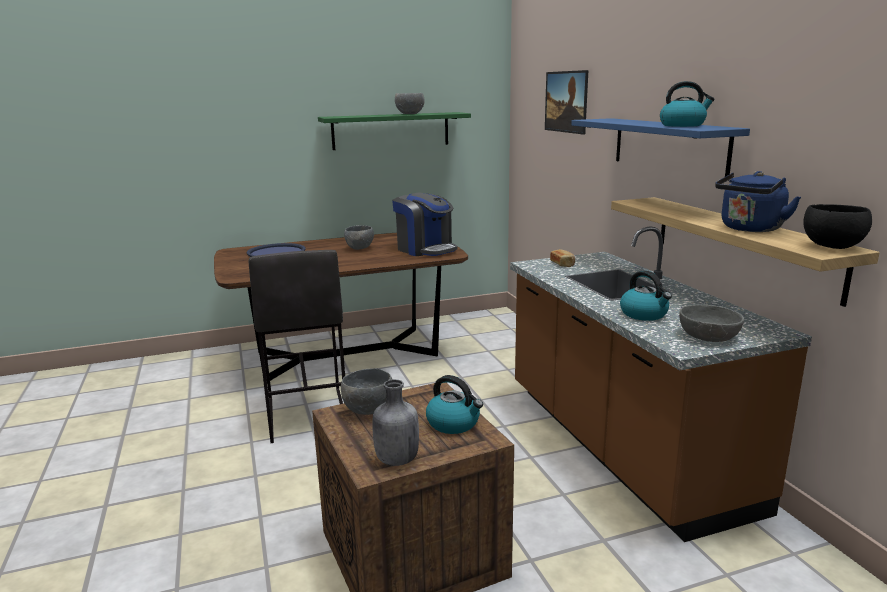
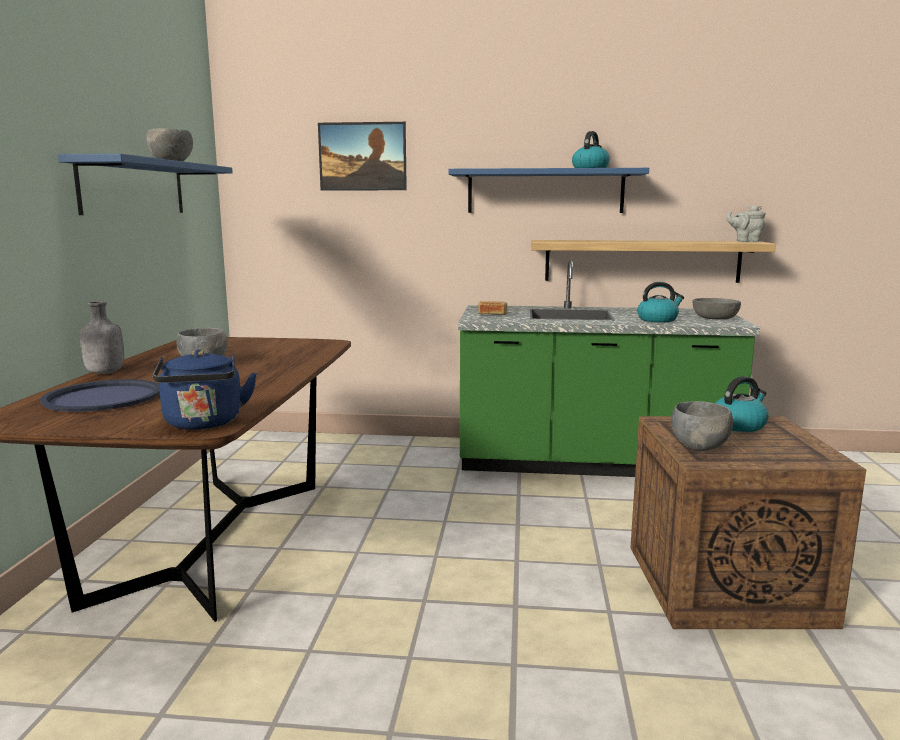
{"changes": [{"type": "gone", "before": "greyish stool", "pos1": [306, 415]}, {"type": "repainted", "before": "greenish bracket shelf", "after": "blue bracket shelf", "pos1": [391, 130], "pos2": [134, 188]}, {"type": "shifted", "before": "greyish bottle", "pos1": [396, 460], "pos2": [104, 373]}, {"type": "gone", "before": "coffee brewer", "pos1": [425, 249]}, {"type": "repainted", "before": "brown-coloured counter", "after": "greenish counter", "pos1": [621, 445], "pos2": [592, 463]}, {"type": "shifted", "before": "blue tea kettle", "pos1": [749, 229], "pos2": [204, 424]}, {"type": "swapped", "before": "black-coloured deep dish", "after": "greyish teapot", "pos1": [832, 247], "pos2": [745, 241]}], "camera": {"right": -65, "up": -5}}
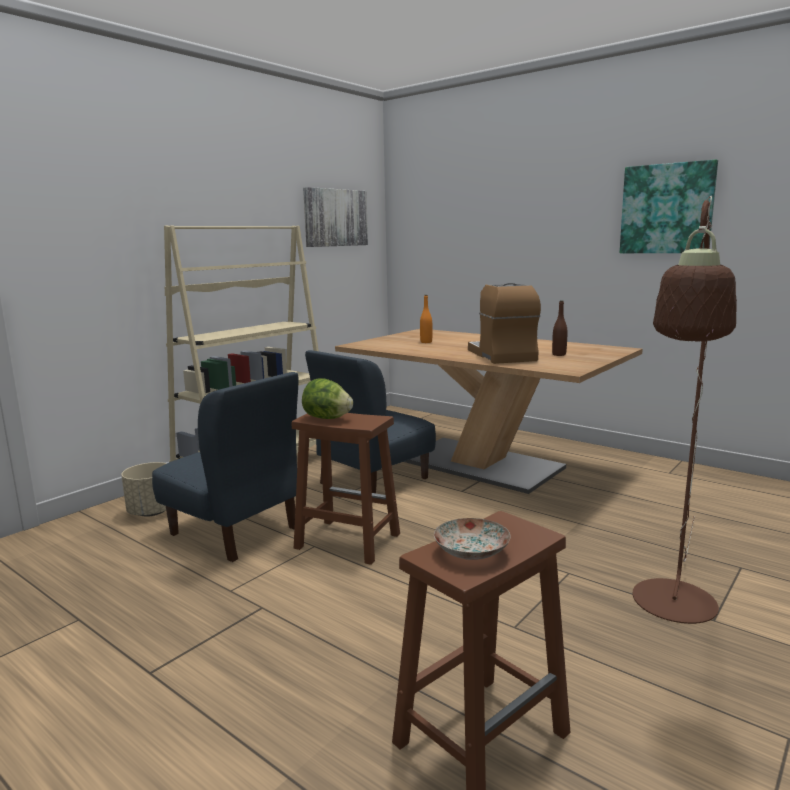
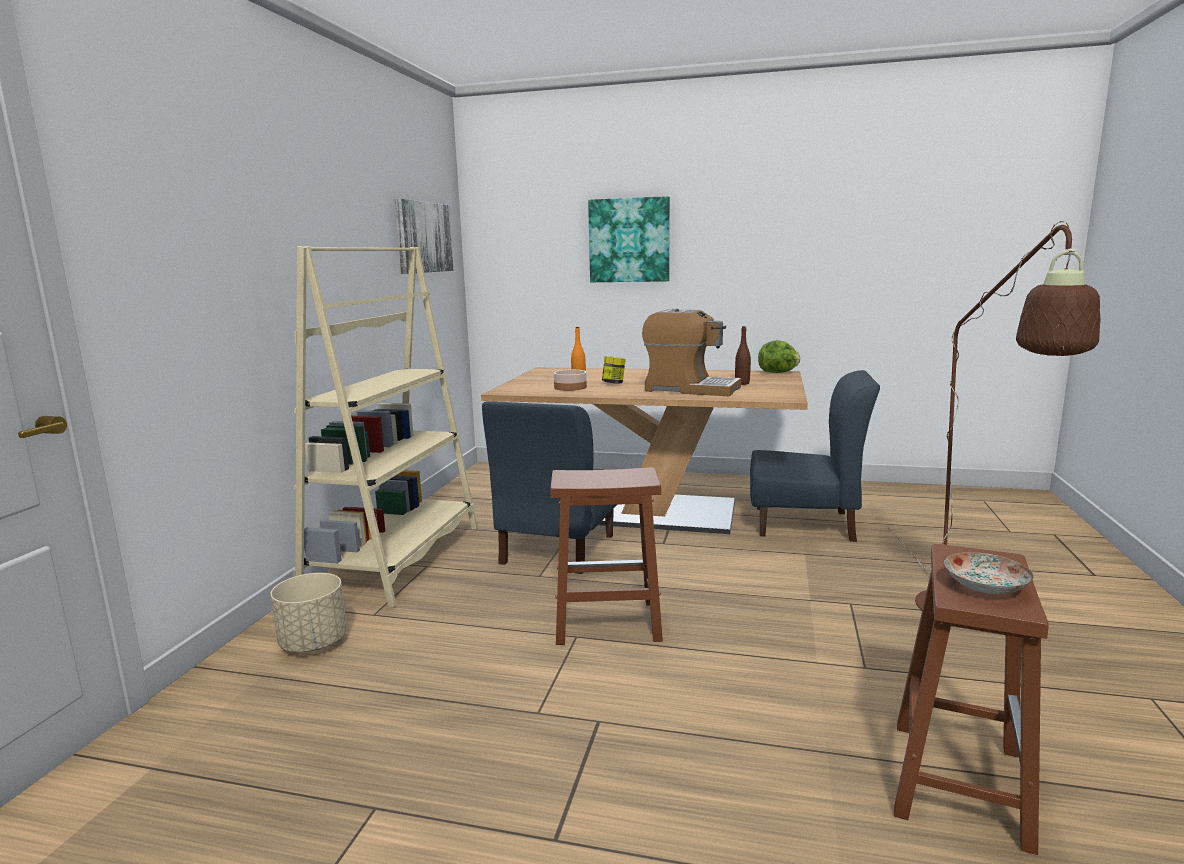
{"changes": [{"type": "shifted", "before": "blue plain chair", "pos1": [235, 531], "pos2": [804, 524]}, {"type": "shifted", "before": "lettuce", "pos1": [327, 418], "pos2": [778, 372]}, {"type": "rotated", "before": "coffee brewer", "pos1": [501, 355], "pos2": [690, 389], "turn": 150}, {"type": "shifted", "before": "wall picture", "pos1": [667, 209], "pos2": [629, 240]}, {"type": "new", "after": "deep dish", "pos2": [570, 387]}, {"type": "new", "after": "preserve jar", "pos2": [613, 383]}], "camera": {"right": -25, "up": 0}}
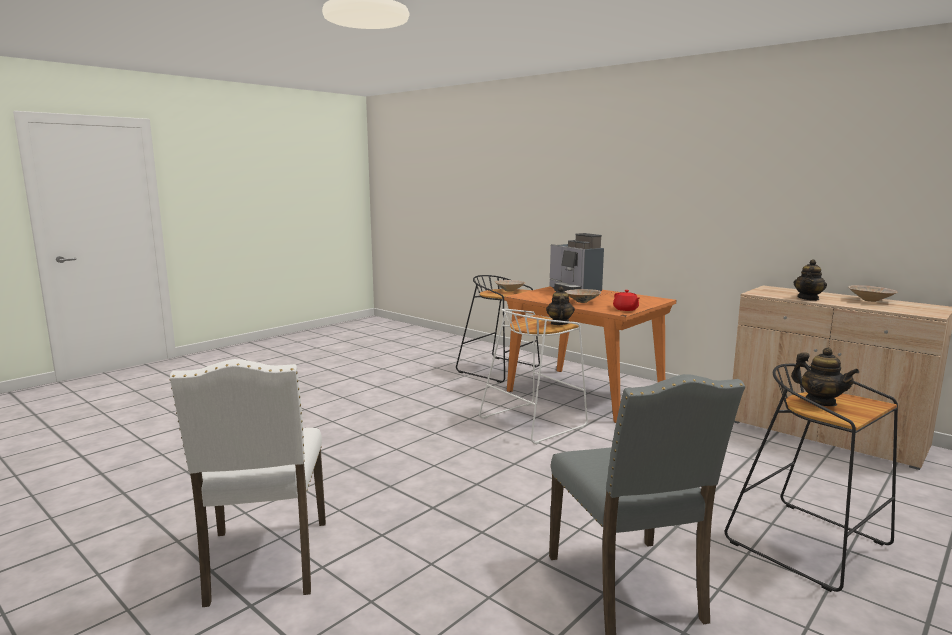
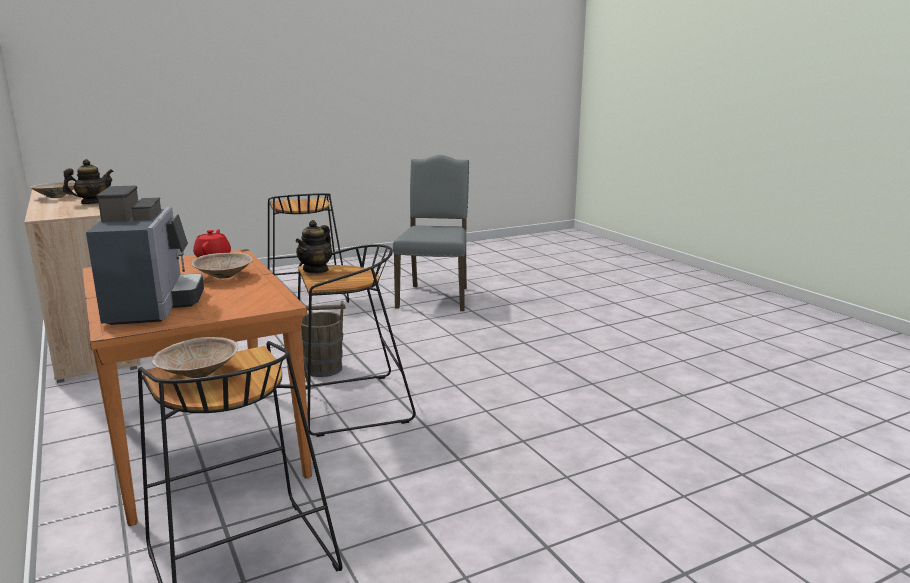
{"changes": [{"type": "gone", "before": "whitish plain chair", "pos1": [265, 563]}, {"type": "repainted", "before": "whitish stool", "after": "black-coloured stool", "pos1": [533, 422], "pos2": [350, 405]}, {"type": "gone", "before": "teapot", "pos1": [820, 402]}, {"type": "new", "after": "brown-coloured water bucket", "pos2": [323, 369]}], "camera": {"right": -160, "up": 5}}
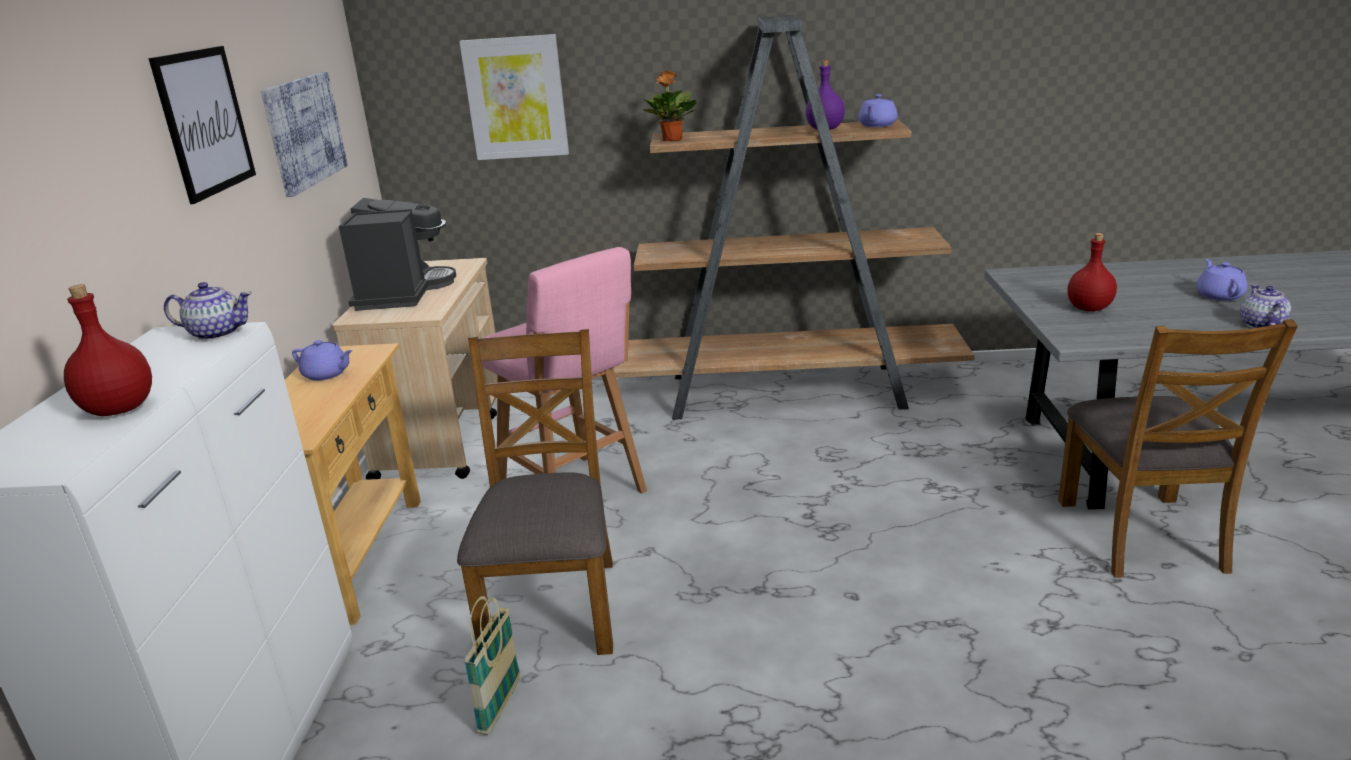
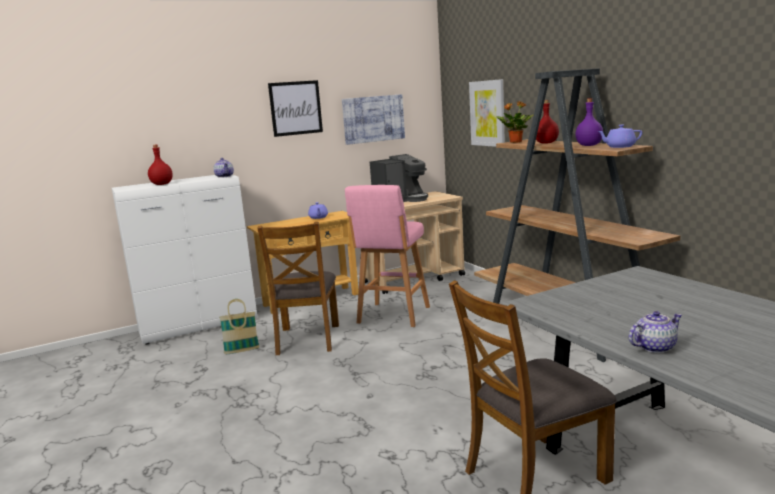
{"changes": [{"type": "rotated", "before": "brown-coloured plain chair", "pos1": [554, 607], "pos2": [307, 339], "turn": 120}, {"type": "shifted", "before": "red-coloured bottle", "pos1": [1090, 308], "pos2": [546, 143]}, {"type": "gone", "before": "purple teapot", "pos1": [1219, 295]}], "camera": {"right": 60, "up": -10}}
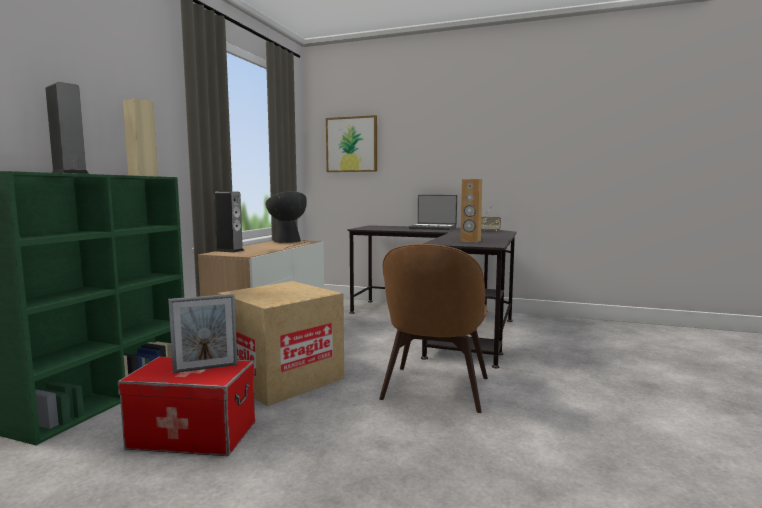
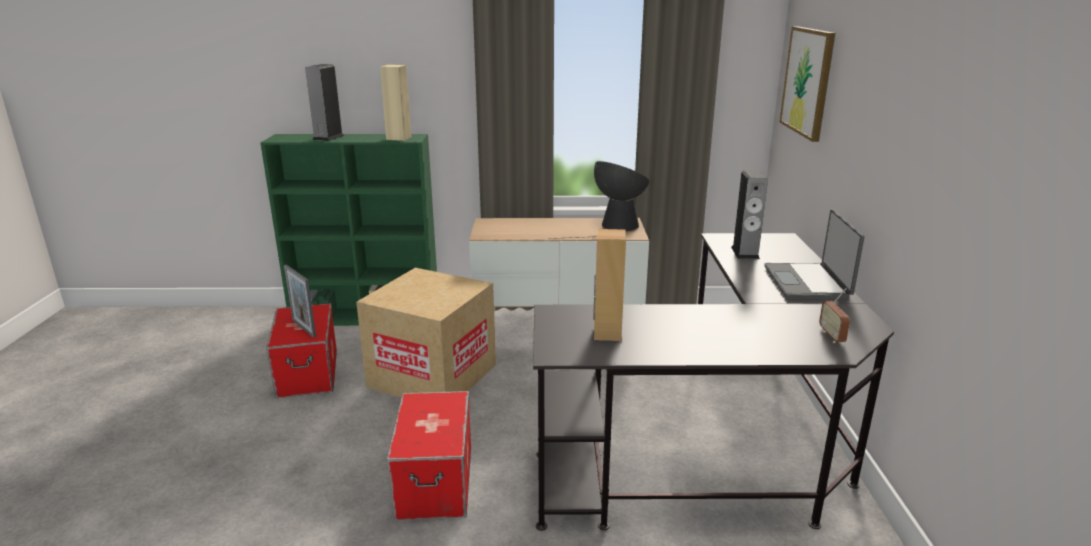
{"changes": [{"type": "shifted", "before": "speaker", "pos1": [230, 250], "pos2": [745, 253]}, {"type": "swapped", "before": "brown-coloured plain chair", "after": "storage bin", "pos1": [435, 390], "pos2": [434, 481]}], "camera": {"right": 70, "up": 15}}
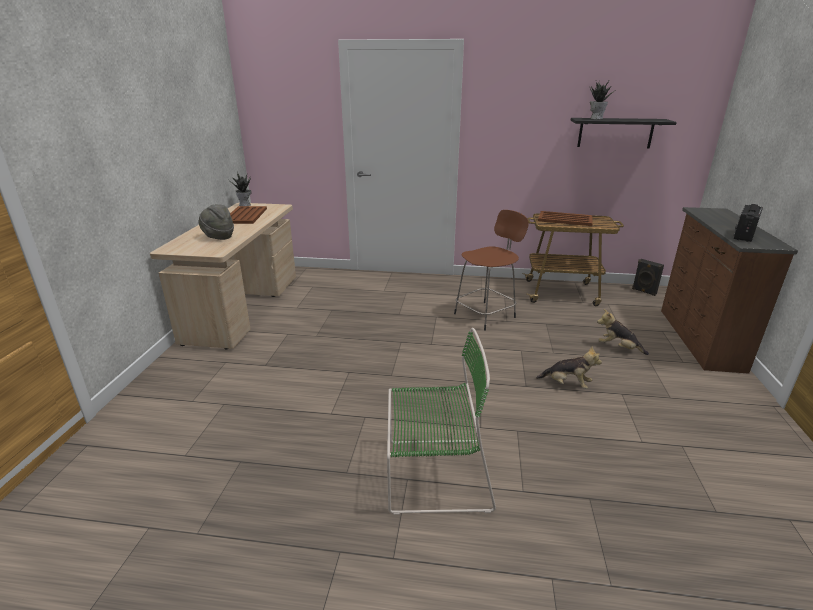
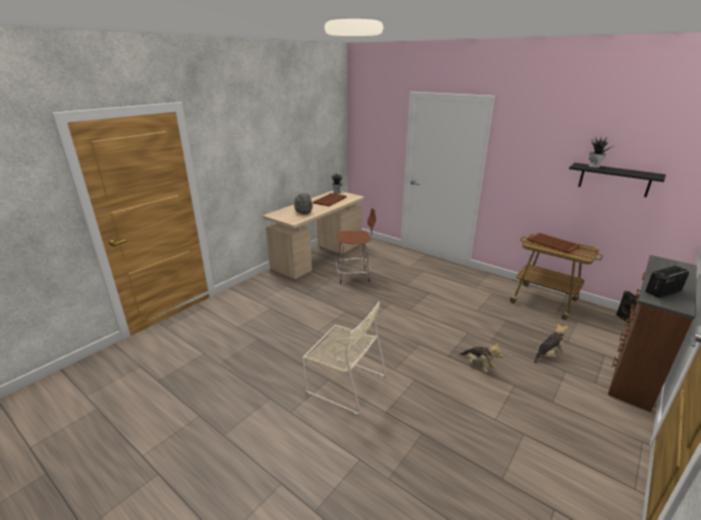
{"changes": [{"type": "repainted", "before": "greenish plain chair", "after": "beige-coloured plain chair", "pos1": [433, 474], "pos2": [344, 383]}, {"type": "shifted", "before": "brown-coloured stool", "pos1": [486, 315], "pos2": [354, 275]}, {"type": "rotated", "before": "cuddly toy", "pos1": [618, 348], "pos2": [548, 355], "turn": 90}], "camera": {"right": 30, "up": 0}}
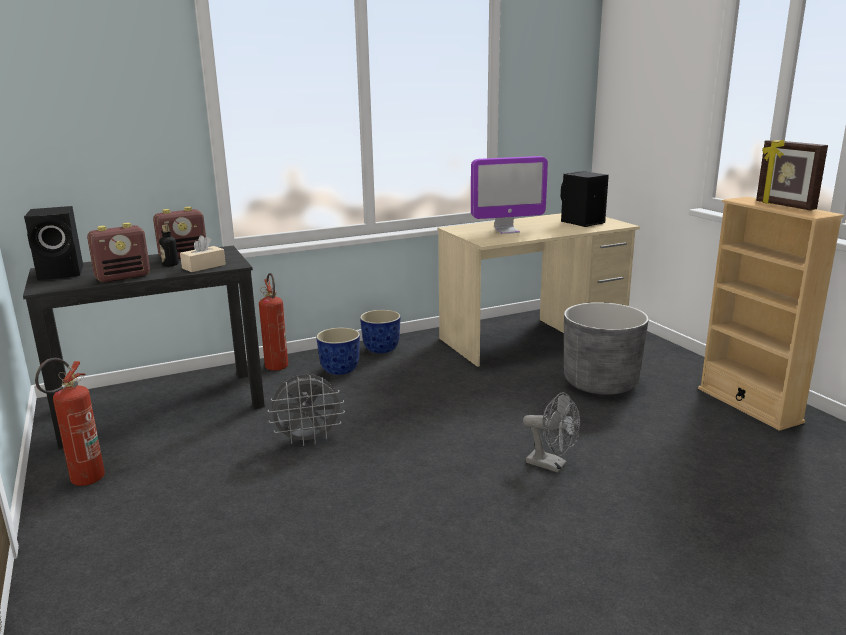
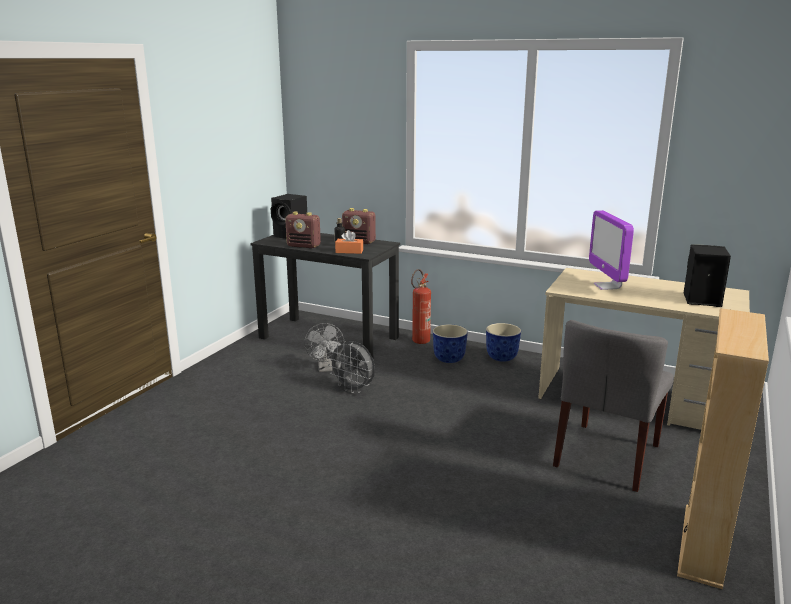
{"changes": [{"type": "gone", "before": "extinguisher", "pos1": [82, 482]}, {"type": "repainted", "before": "beige-coloured box of tissues", "after": "orange box of tissues", "pos1": [204, 266], "pos2": [349, 251]}, {"type": "rotated", "before": "computer display", "pos1": [507, 231], "pos2": [607, 286], "turn": 45}, {"type": "shifted", "before": "greyish cooling fan", "pos1": [552, 465], "pos2": [325, 369]}, {"type": "swapped", "before": "greyish planter", "after": "greyish plain chair", "pos1": [600, 382], "pos2": [607, 456]}, {"type": "gone", "before": "standing frame", "pos1": [784, 206]}], "camera": {"right": 50, "up": 0}}
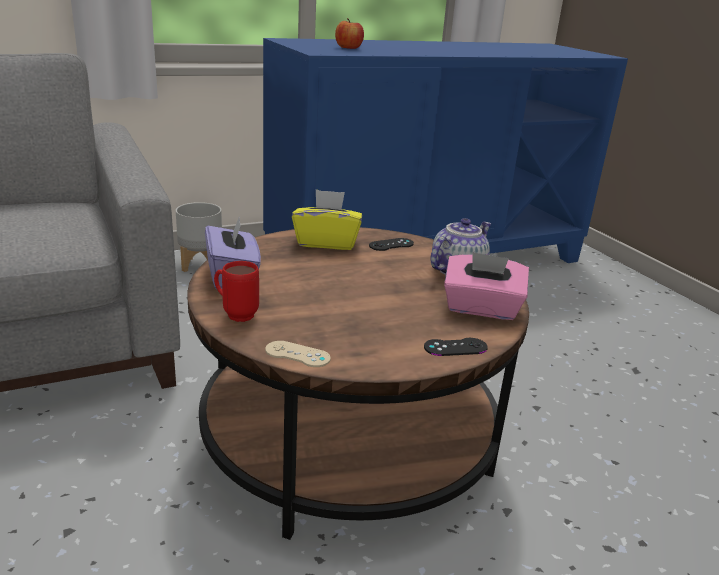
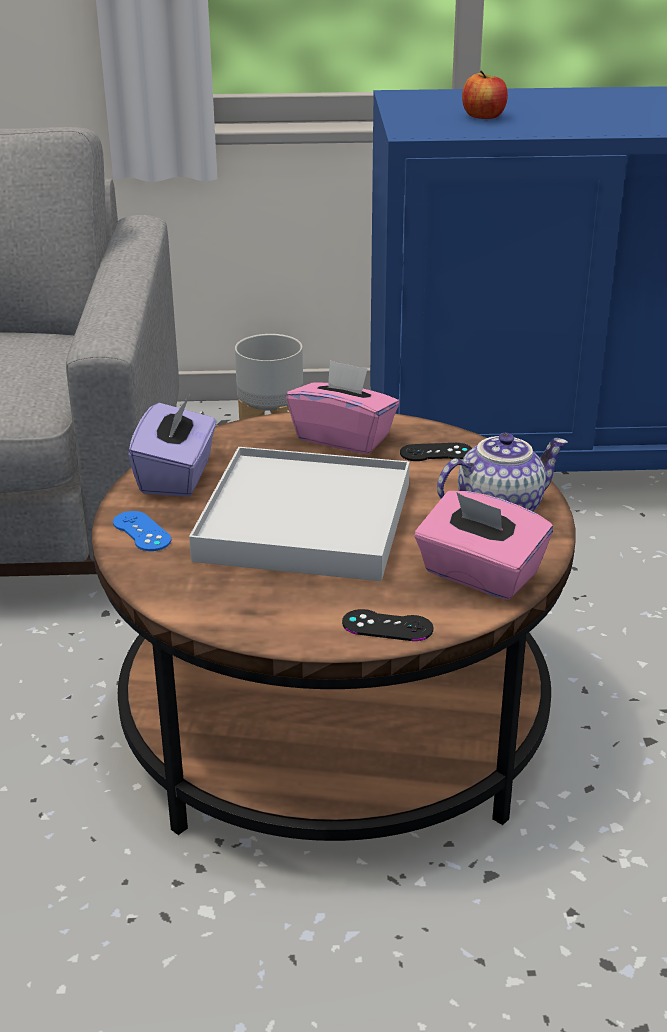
{"changes": [{"type": "swapped", "before": "red-coloured mug", "after": "blue gamepad", "pos1": [235, 314], "pos2": [141, 531]}, {"type": "gone", "before": "beige-coloured gamepad", "pos1": [297, 354]}, {"type": "repainted", "before": "yellowish box of tissues", "after": "pinkish box of tissues", "pos1": [326, 242], "pos2": [343, 438]}, {"type": "new", "after": "whitish serving tray", "pos2": [306, 521]}], "camera": {"right": 25, "up": 5}}
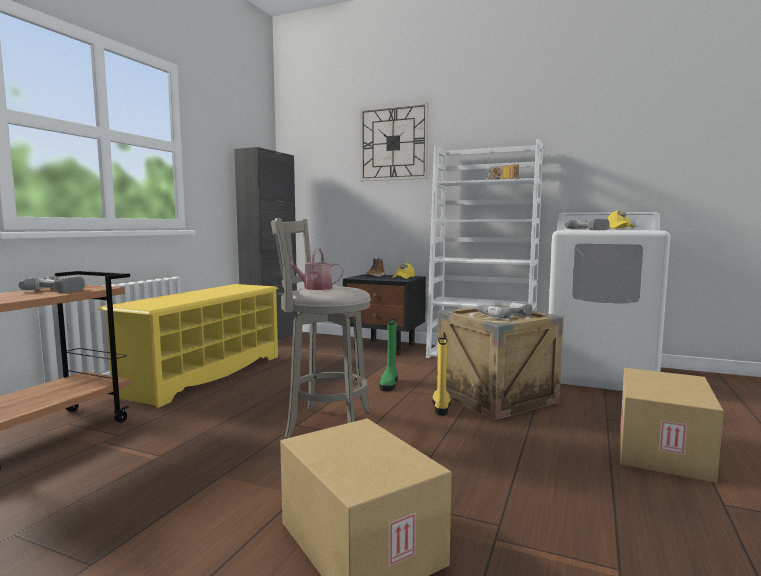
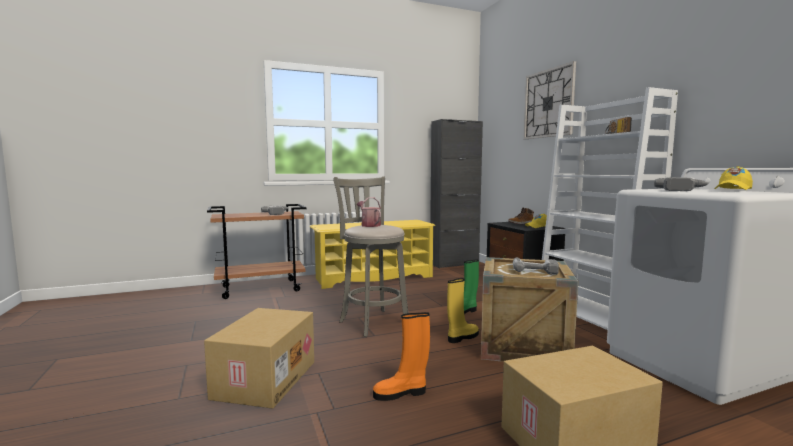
{"changes": [{"type": "new", "after": "orange tall boot", "pos2": [401, 393]}], "camera": {"right": 45, "up": 0}}
